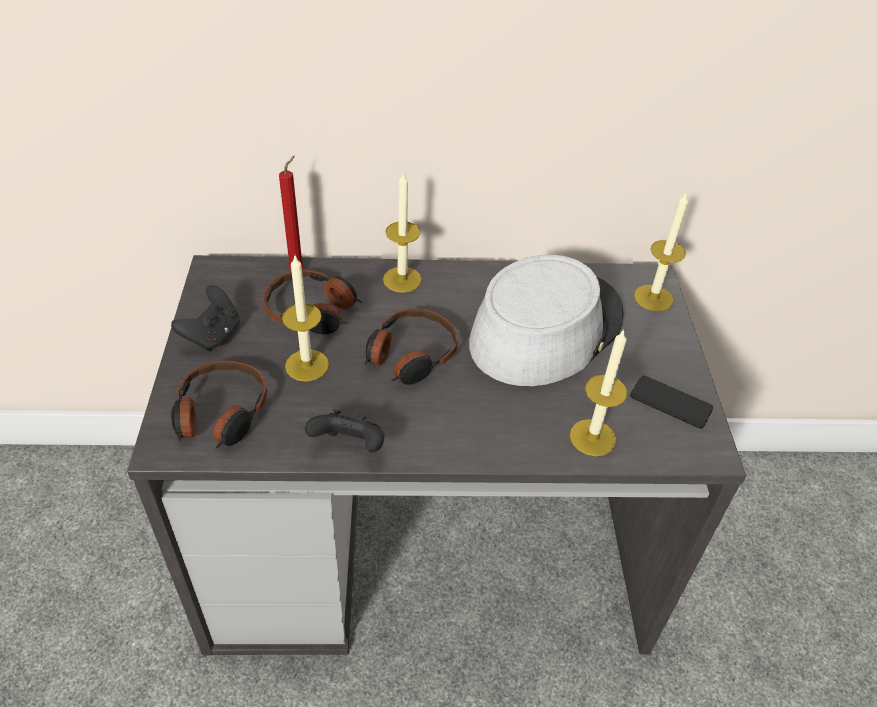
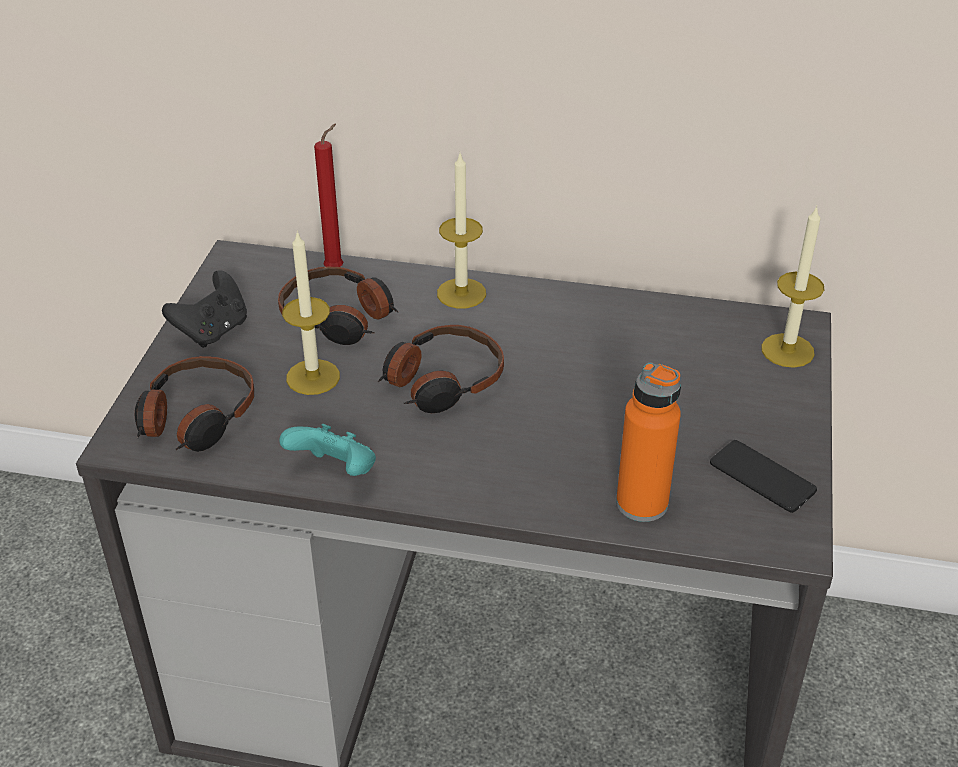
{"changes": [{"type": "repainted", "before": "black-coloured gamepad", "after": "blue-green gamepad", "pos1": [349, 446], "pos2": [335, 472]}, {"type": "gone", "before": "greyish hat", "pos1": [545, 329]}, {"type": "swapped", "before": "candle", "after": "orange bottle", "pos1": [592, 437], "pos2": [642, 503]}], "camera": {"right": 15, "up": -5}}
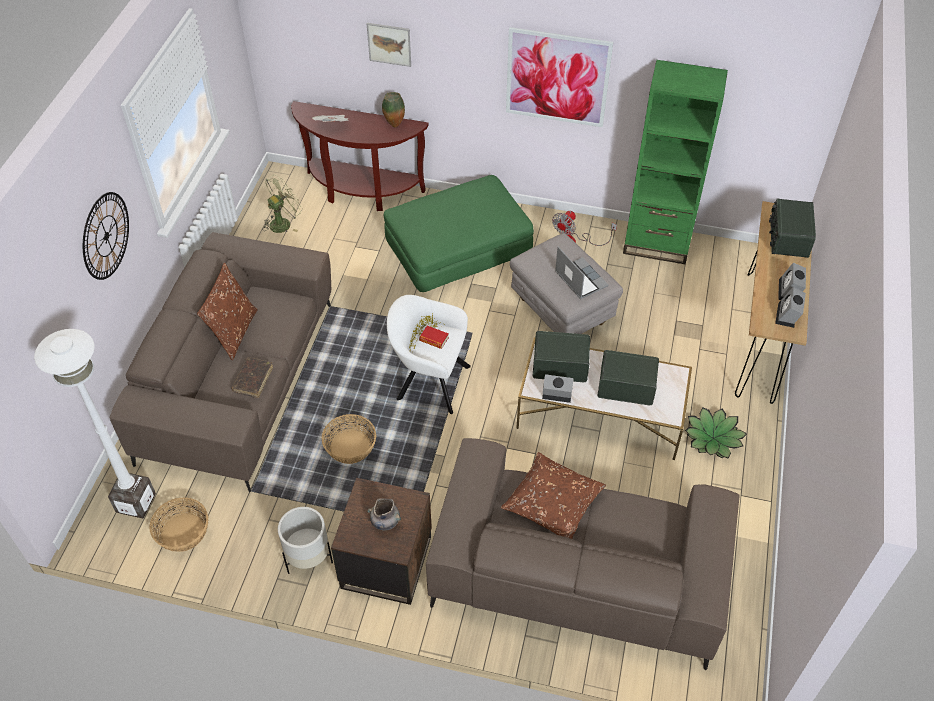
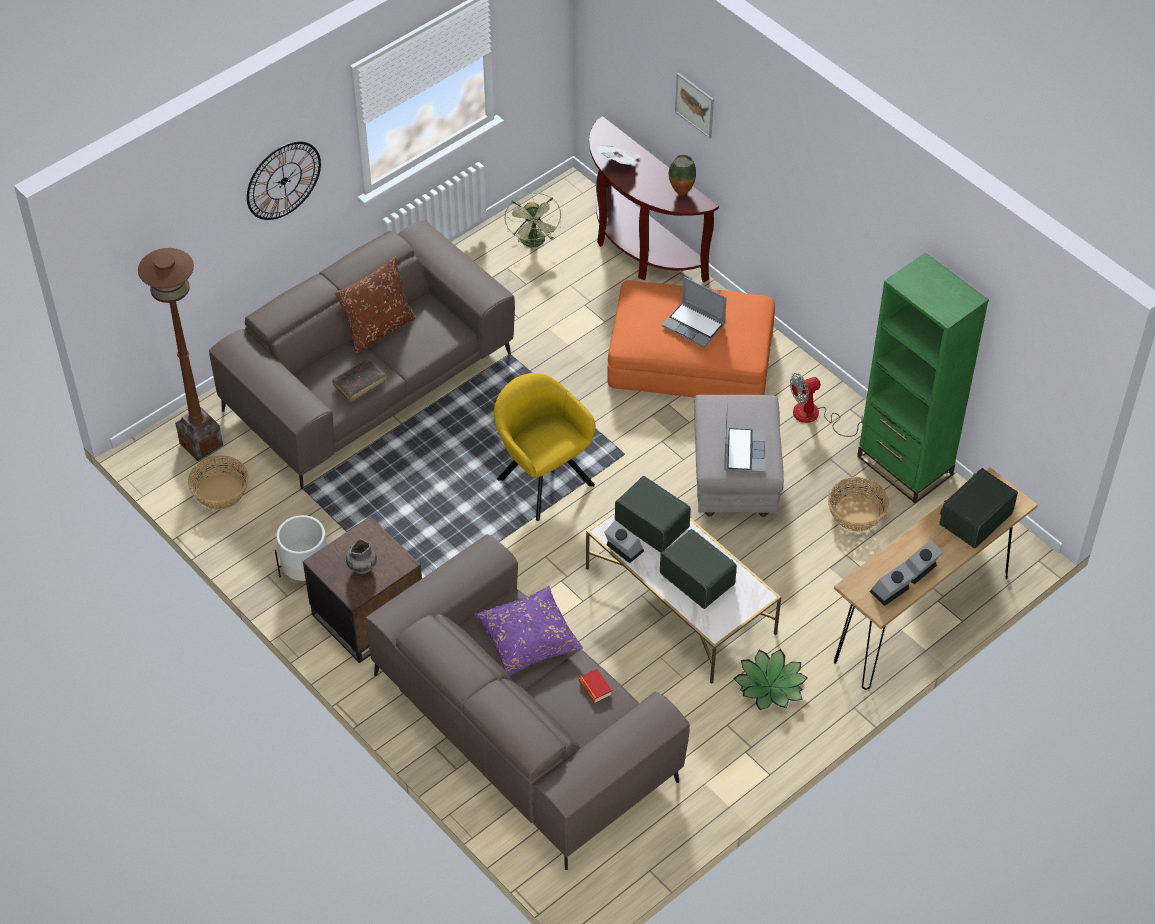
{"changes": [{"type": "repainted", "before": "whitish standard lamp", "after": "brown-coloured standard lamp", "pos1": [135, 502], "pos2": [201, 443]}, {"type": "rotated", "before": "greenish cooling fan", "pos1": [283, 222], "pos2": [534, 243], "turn": 90}, {"type": "shifted", "before": "household basket", "pos1": [350, 447], "pos2": [855, 513]}, {"type": "repainted", "before": "greenish pouffe", "after": "orange pouffe", "pos1": [458, 244], "pos2": [690, 356]}, {"type": "repainted", "before": "whitish easy chair", "after": "yellowish easy chair", "pos1": [429, 381], "pos2": [542, 478]}, {"type": "shifted", "before": "book", "pos1": [434, 339], "pos2": [595, 688]}, {"type": "repainted", "before": "brown-coloured cushion", "after": "purple cushion", "pos1": [552, 502], "pos2": [528, 638]}, {"type": "gone", "before": "wall picture", "pos1": [557, 77]}, {"type": "new", "after": "laptop", "pos2": [694, 325]}], "camera": {"right": 35, "up": 0}}
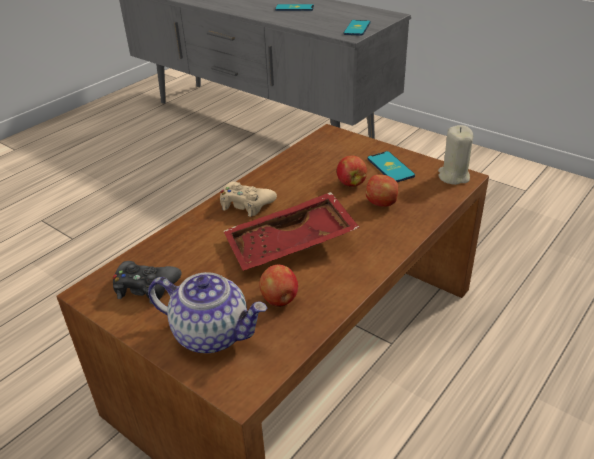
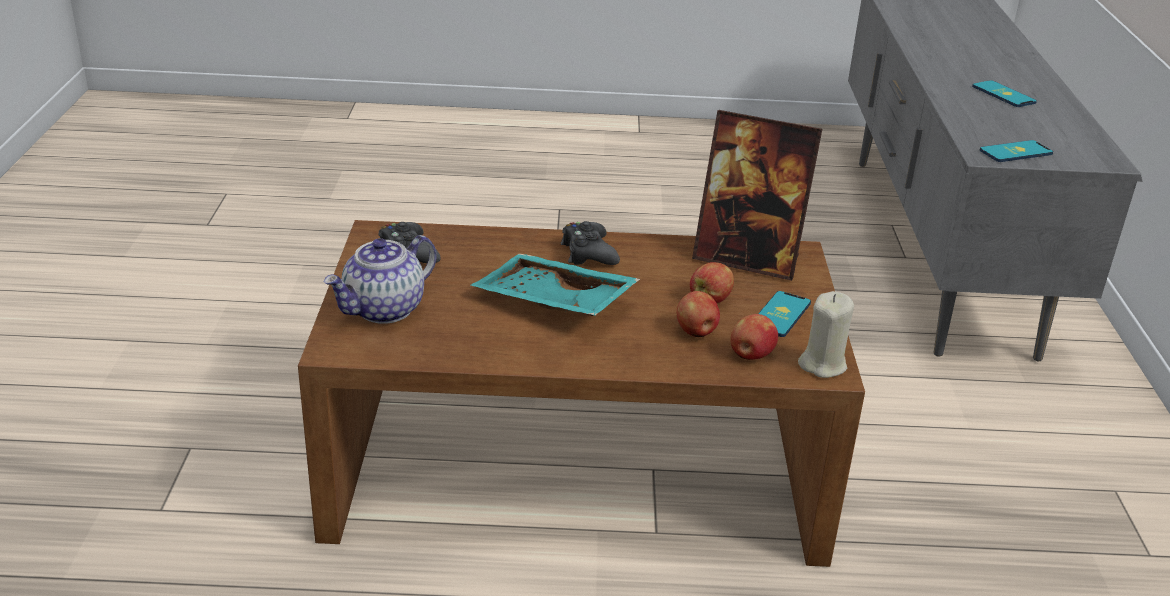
{"changes": [{"type": "rotated", "before": "teapot", "pos1": [212, 333], "pos2": [384, 310], "turn": 60}, {"type": "repainted", "before": "beige-coloured gamepad", "after": "black-coloured gamepad", "pos1": [246, 204], "pos2": [588, 253]}, {"type": "repainted", "before": "red-coloured serving tray", "after": "blue-green serving tray", "pos1": [291, 245], "pos2": [552, 303]}, {"type": "shifted", "before": "apple fruit", "pos1": [280, 300], "pos2": [750, 355]}, {"type": "new", "after": "standing frame", "pos2": [747, 259]}], "camera": {"right": 50, "up": -5}}
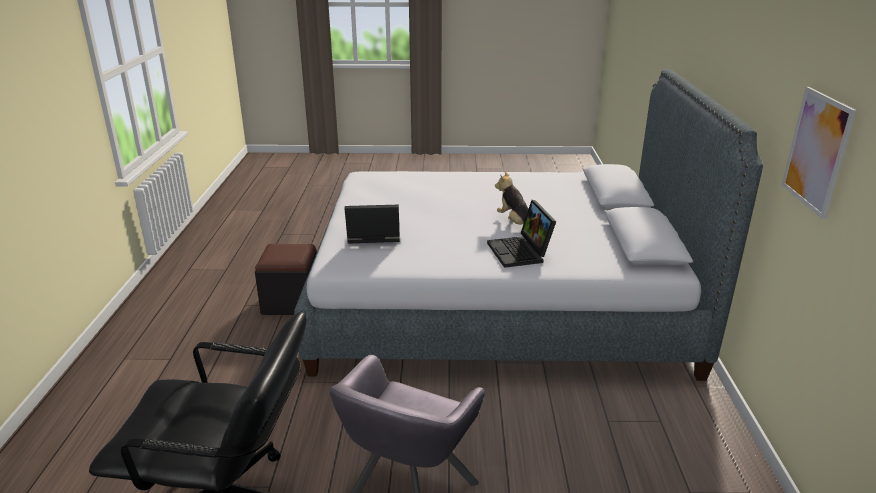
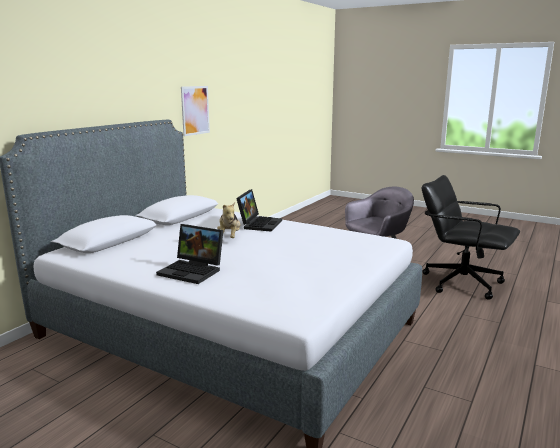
{"changes": [{"type": "gone", "before": "black-coloured pouffe", "pos1": [291, 302]}, {"type": "shifted", "before": "laptop", "pos1": [372, 237], "pos2": [193, 271]}], "camera": {"right": -150, "up": -10}}
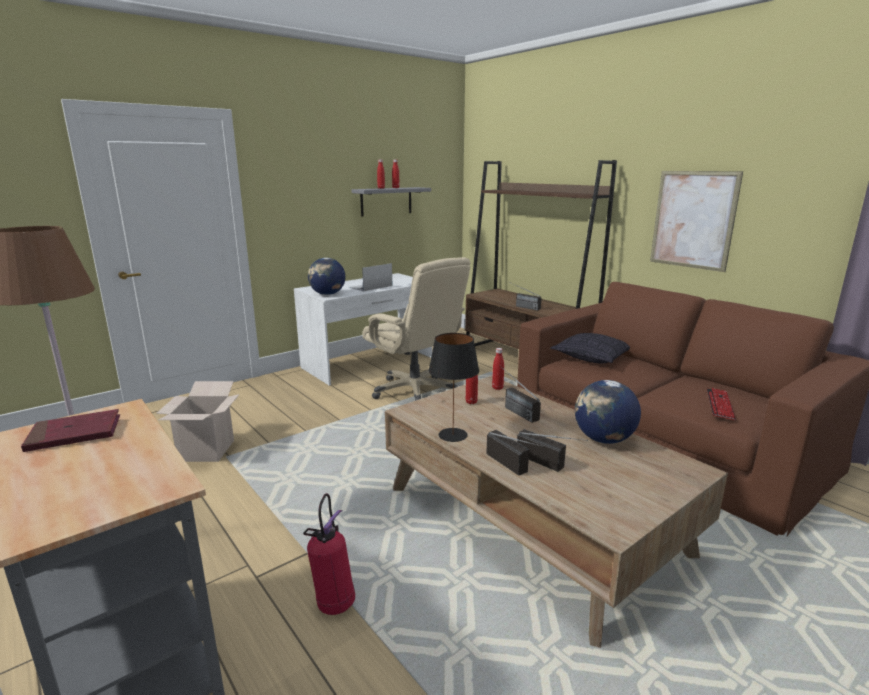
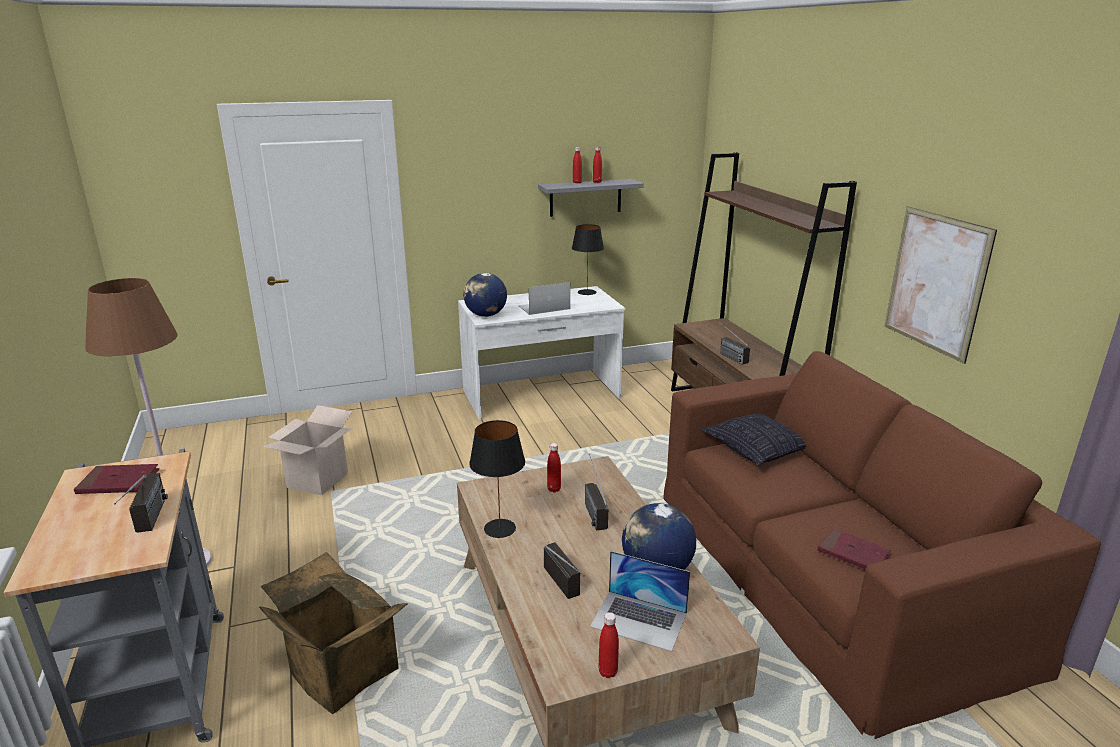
{"changes": [{"type": "swapped", "before": "extinguisher", "after": "cardboard box", "pos1": [334, 603], "pos2": [339, 673]}, {"type": "gone", "before": "beige-coloured computer chair", "pos1": [415, 392]}, {"type": "shifted", "before": "radio set", "pos1": [516, 468], "pos2": [149, 523]}, {"type": "shifted", "before": "red-coloured bottle", "pos1": [497, 388], "pos2": [608, 672]}, {"type": "swapped", "before": "PC keyboard", "after": "red-coloured book", "pos1": [720, 404], "pos2": [853, 553]}, {"type": "new", "after": "black-coloured tabletop lamp", "pos2": [587, 292]}, {"type": "new", "after": "laptop", "pos2": [639, 620]}], "camera": {"right": 20, "up": 5}}
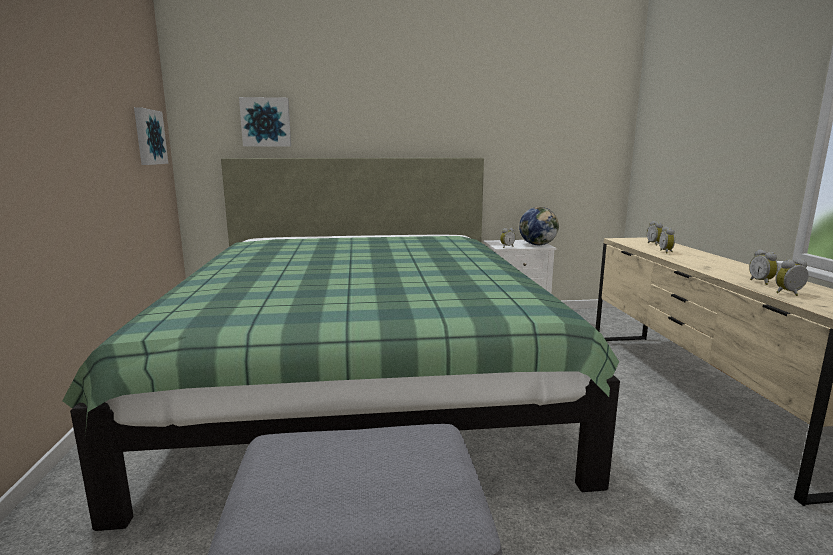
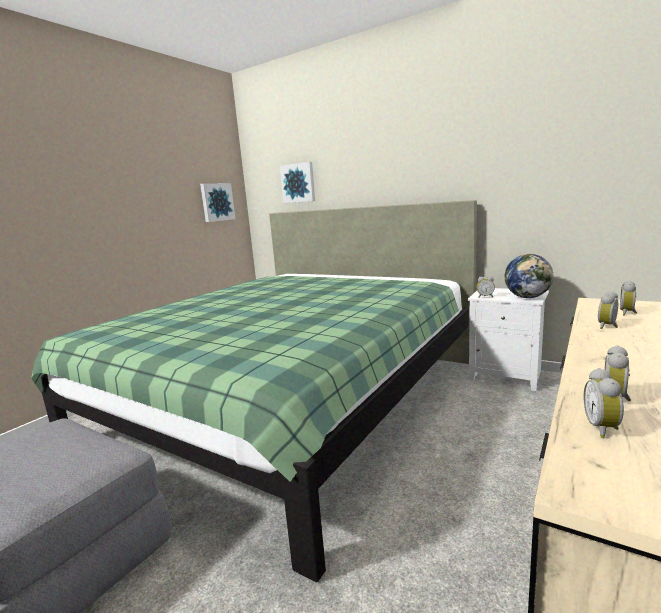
{"changes": [{"type": "rotated", "before": "bedside clock", "pos1": [790, 294], "pos2": [603, 428], "turn": -105}], "camera": {"right": 40, "up": 0}}
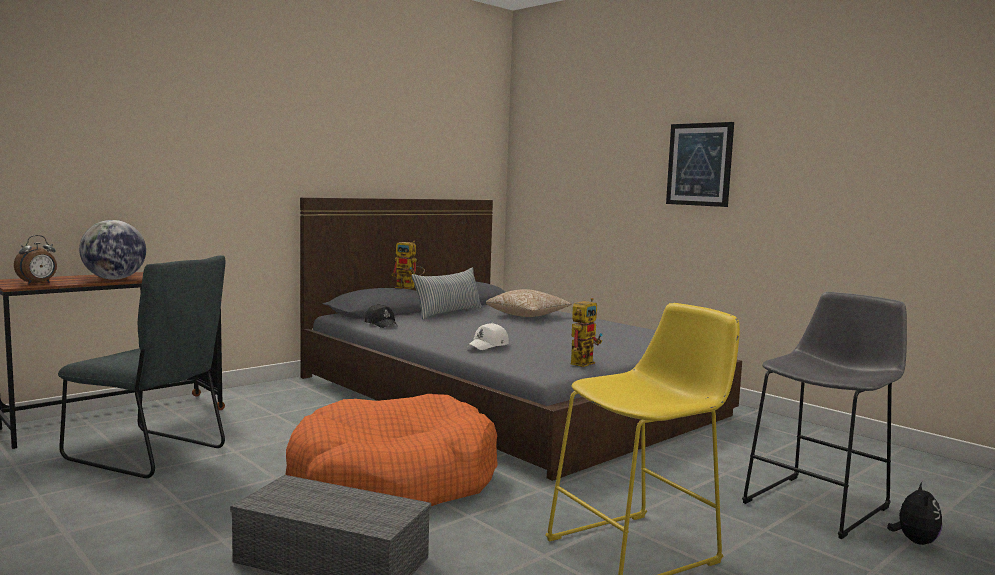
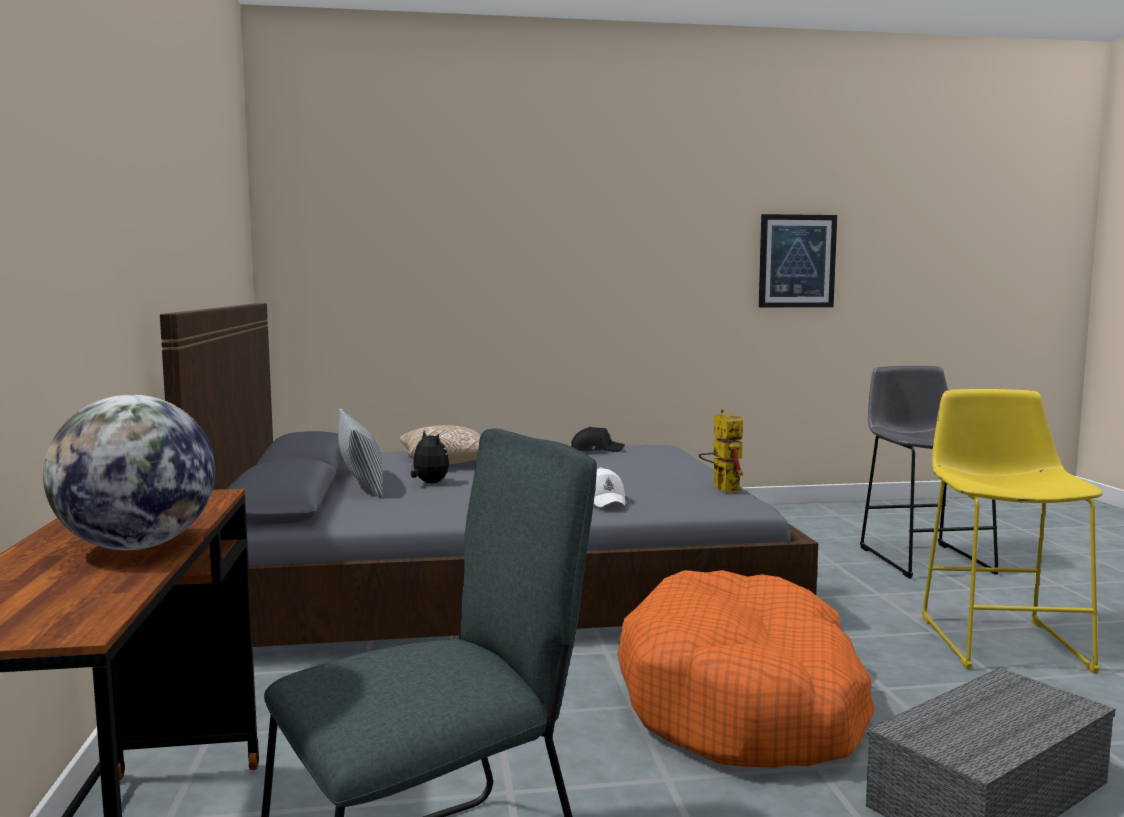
{"changes": [{"type": "gone", "before": "bedside clock", "pos1": [38, 283]}, {"type": "shifted", "before": "black-coloured cap", "pos1": [381, 324], "pos2": [596, 450]}, {"type": "gone", "before": "robot figure", "pos1": [409, 287]}, {"type": "shifted", "before": "wall picture", "pos1": [699, 164], "pos2": [796, 261]}, {"type": "shifted", "before": "cuddly toy", "pos1": [914, 541], "pos2": [428, 483]}], "camera": {"right": -55, "up": 0}}
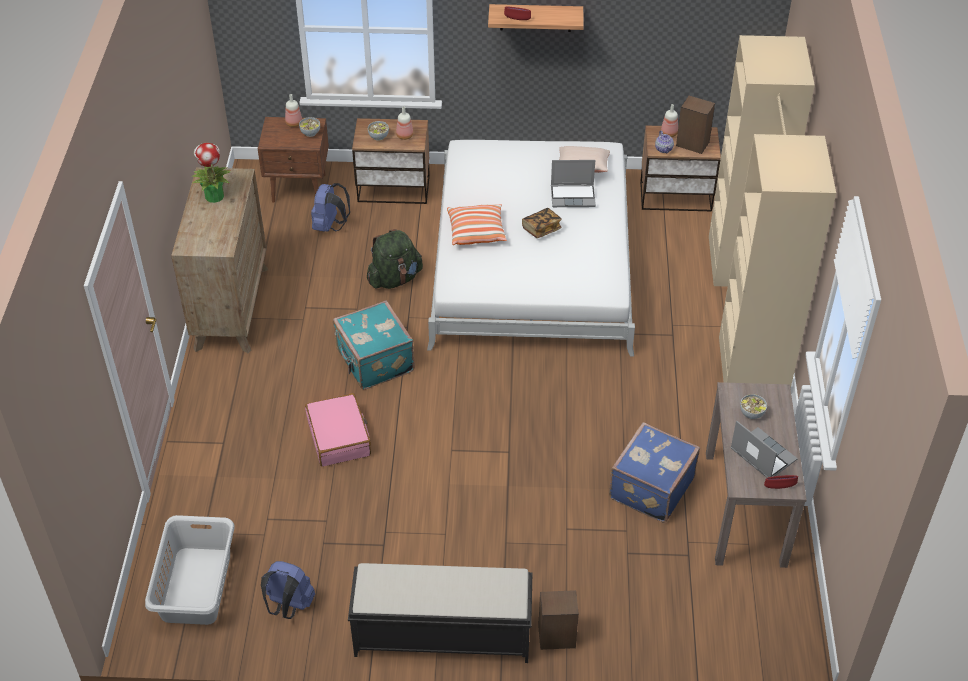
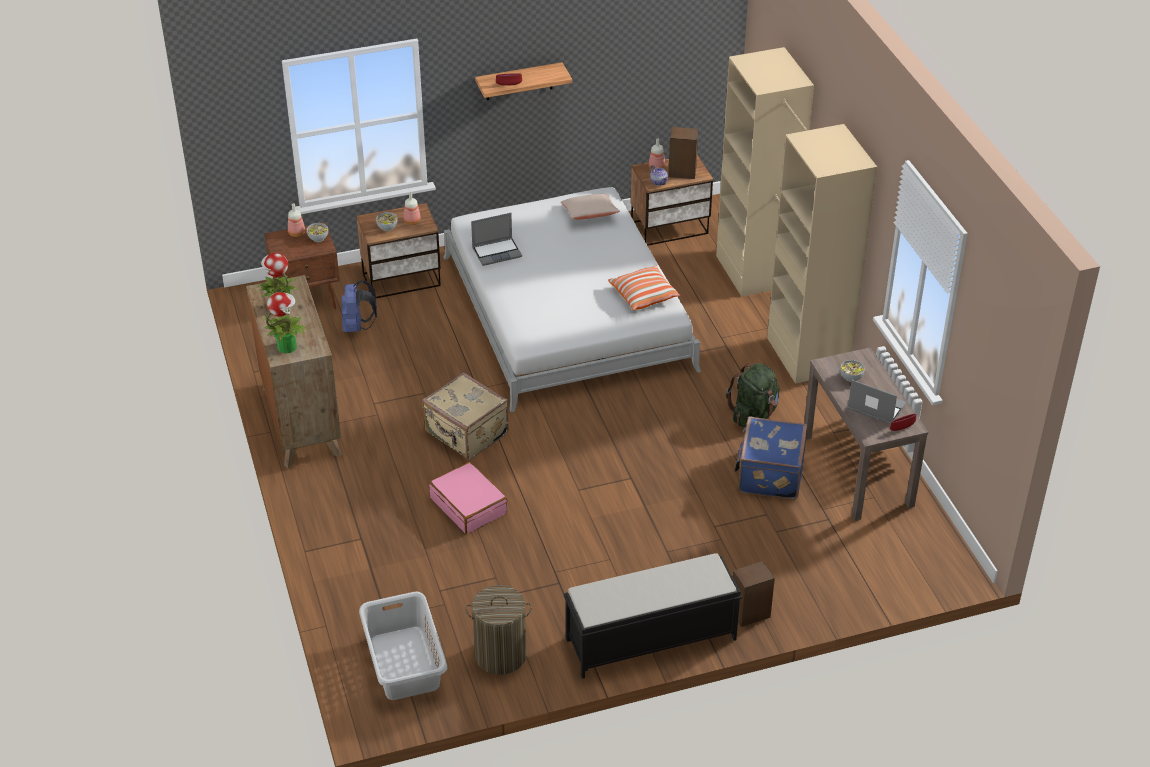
{"changes": [{"type": "swapped", "before": "blue rucksack", "after": "washing basket", "pos1": [289, 606], "pos2": [500, 655]}, {"type": "repainted", "before": "blue-green suitcase", "after": "beige-coloured suitcase", "pos1": [374, 361], "pos2": [466, 434]}, {"type": "shifted", "before": "greenish rucksack", "pos1": [395, 279], "pos2": [753, 415]}, {"type": "shifted", "before": "cushion", "pos1": [477, 232], "pos2": [644, 295]}, {"type": "gone", "before": "book", "pos1": [541, 229]}, {"type": "shifted", "before": "laptop", "pos1": [573, 196], "pos2": [497, 252]}, {"type": "new", "after": "potted plant", "pos2": [287, 346]}], "camera": {"right": -20, "up": -5}}
